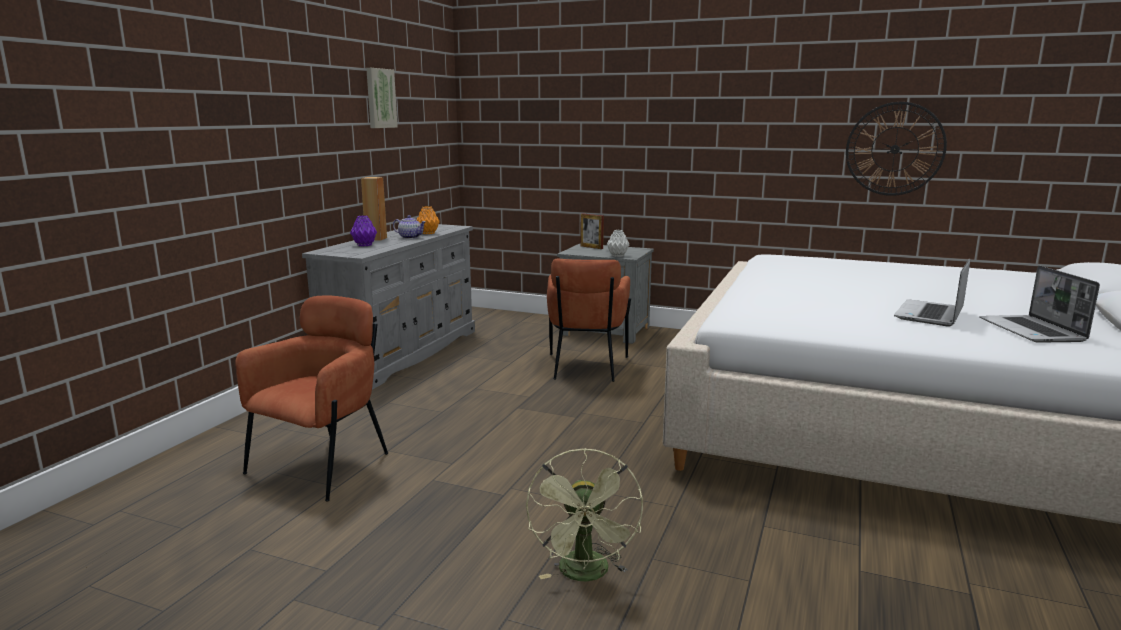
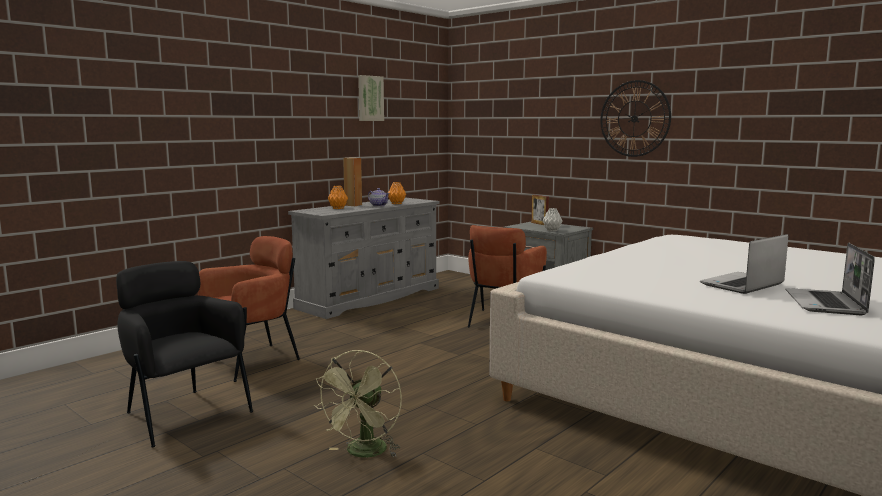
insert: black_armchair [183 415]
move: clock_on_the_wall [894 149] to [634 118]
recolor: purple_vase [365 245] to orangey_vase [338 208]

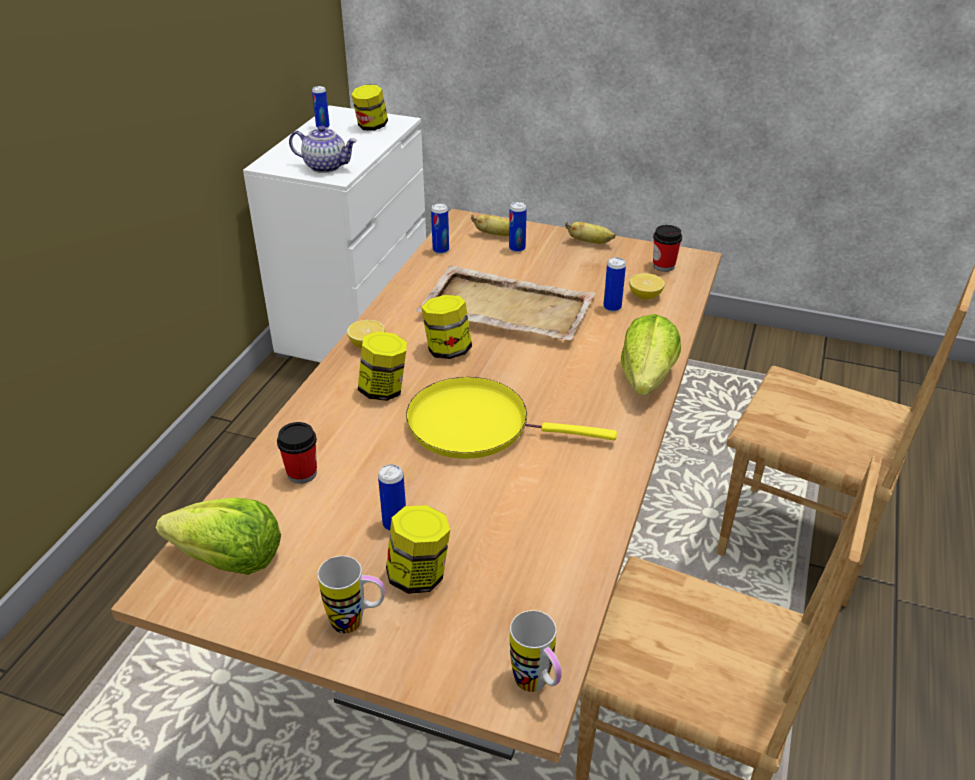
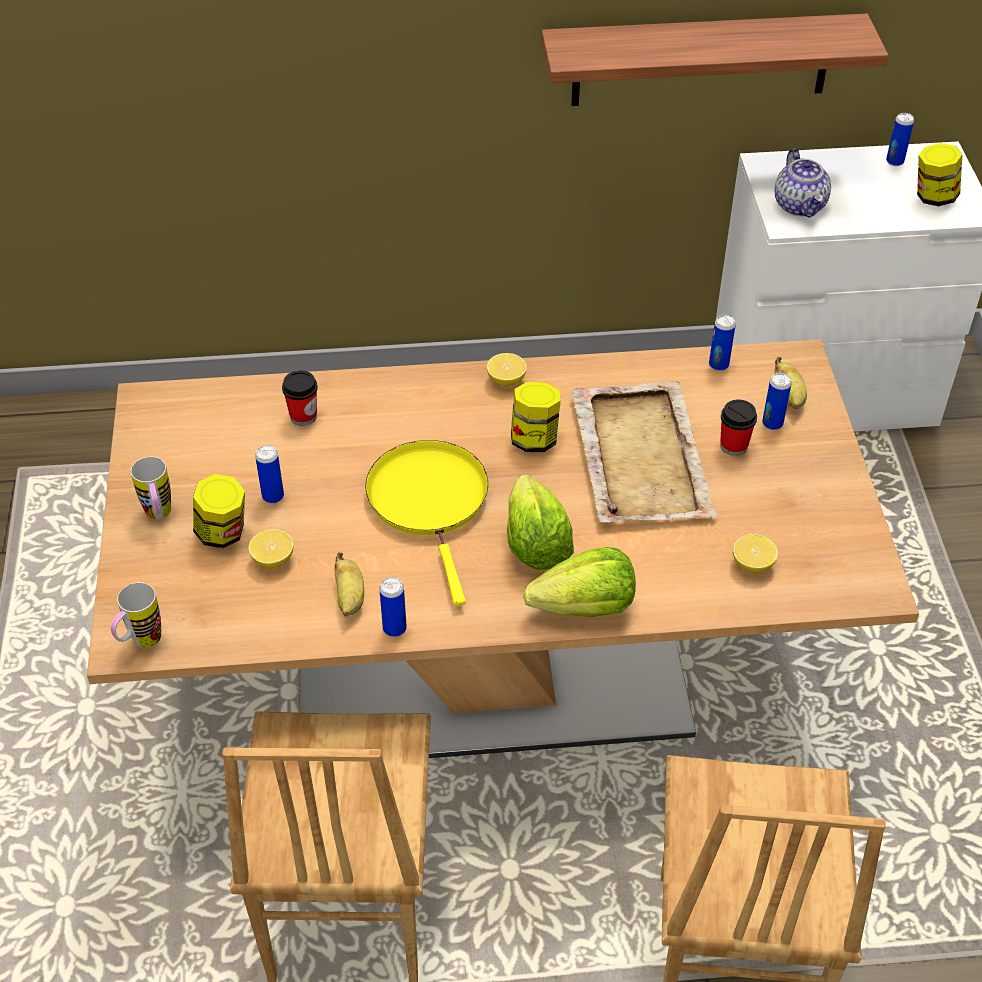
delete: storage_jar [384 390]
insert: whole_lemon [273 559]; bracket_shelf [701 60]
move: whole_banana [590 242] to [350 598]; can [612 307] to [394 628]; head_of_lettuce [228 560] to [535 544]; small_cup [663 266] to [733 446]

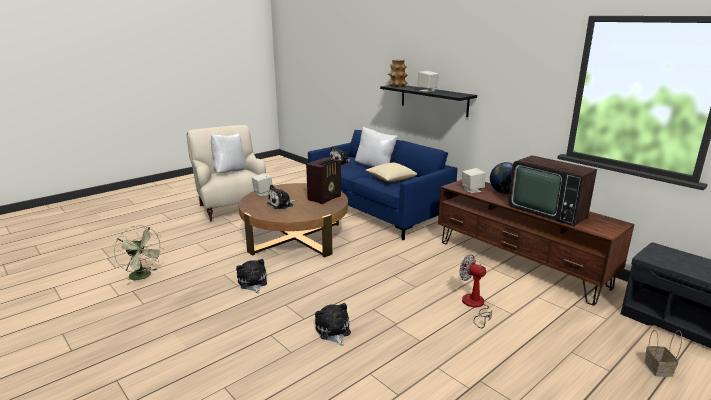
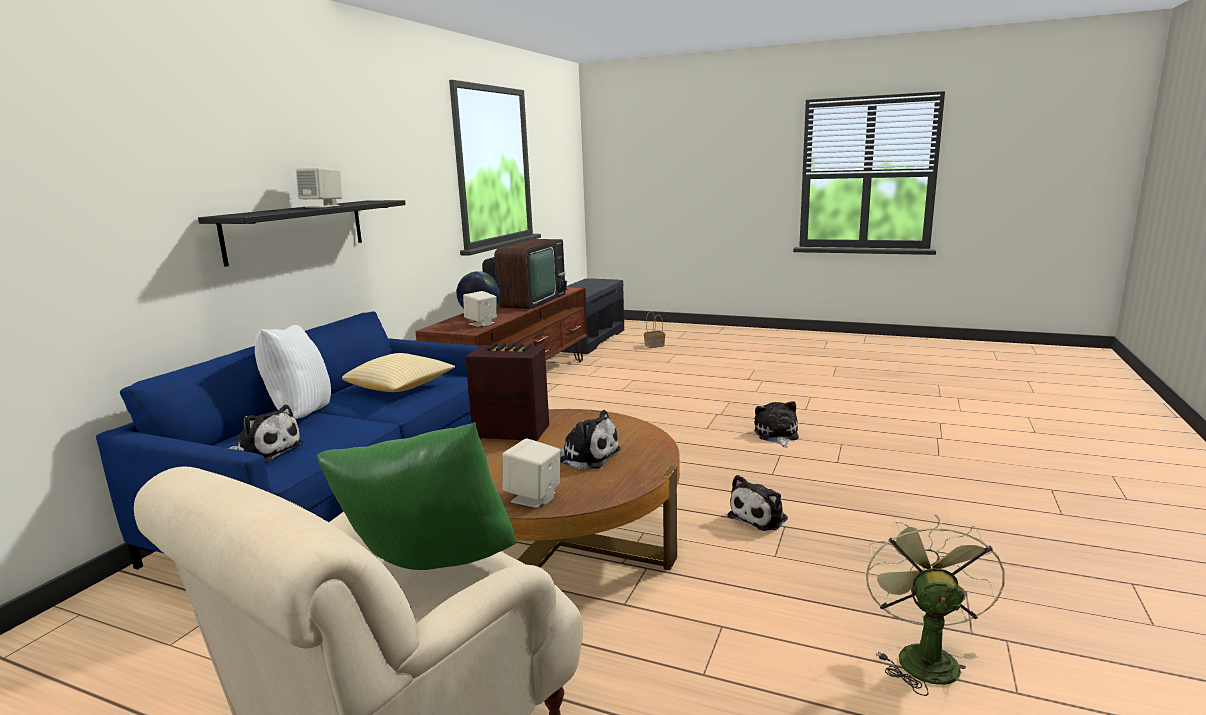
delete: vase [397 86]; cooling_fan [475 306]
recolor: white-coloured_pillow [229 172] to green_pillow [430 574]
rotate: soft_toy [333 331] = [776 435] 135 degrees clockwise

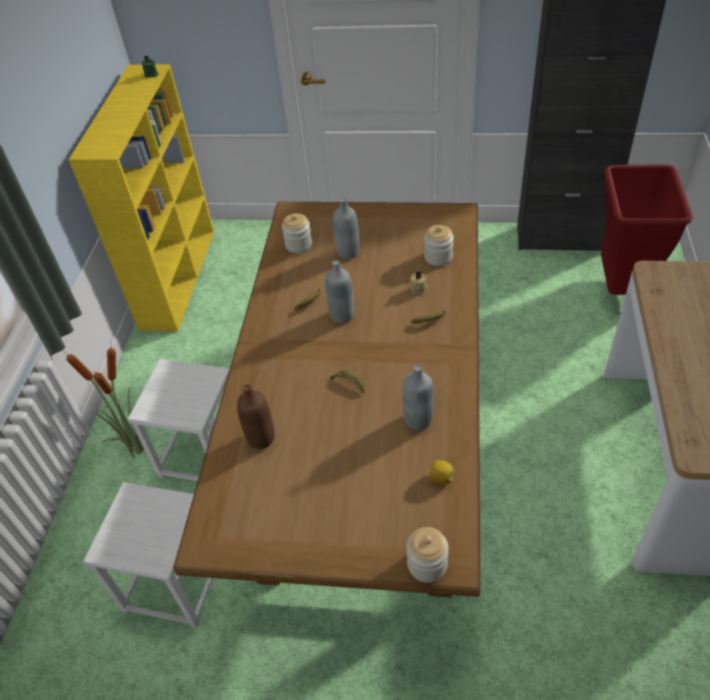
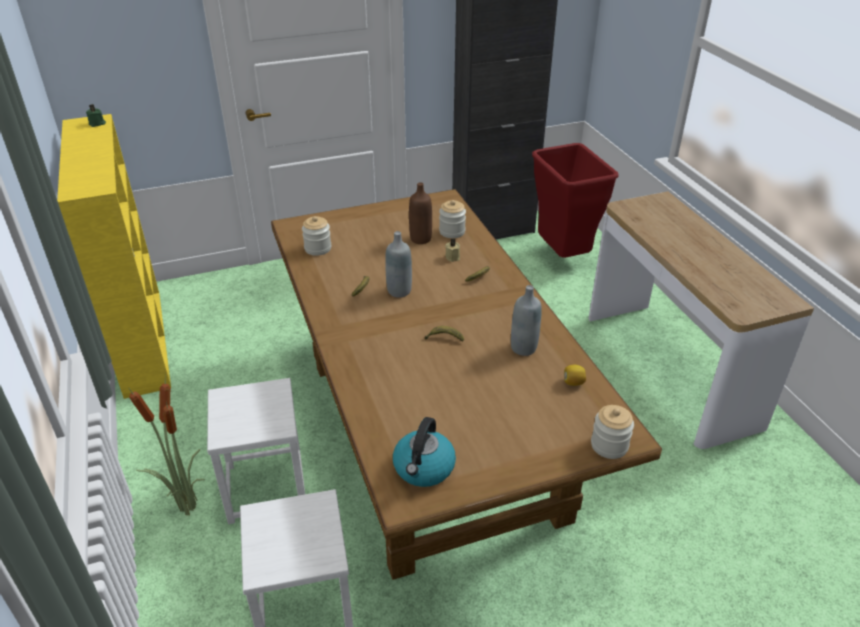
delete: grey_bottle [348 252]
insert: kettle [424 468]
move: brown_bottle [261 438] to [420 239]

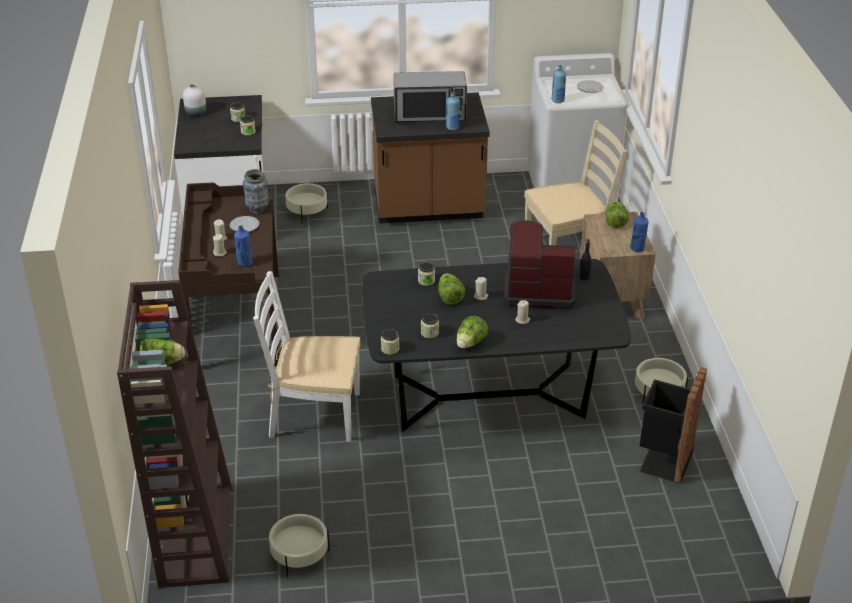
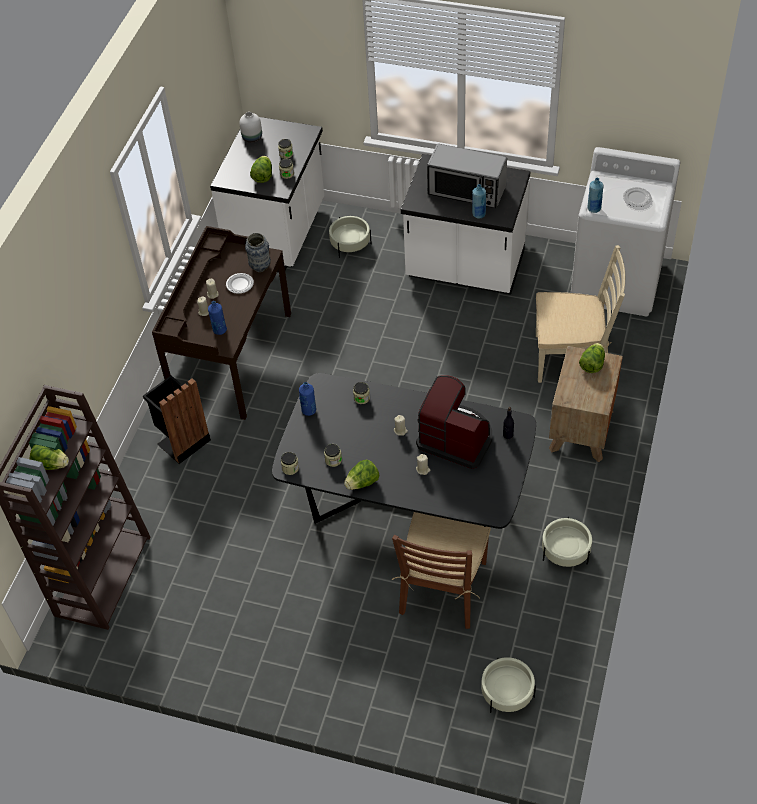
delete: white-coloured_upright_chair [313 414]
insert: brown_upright_chair [443 588]
move: black_trash_can [663 461] to [182 441]; head_of_lettuce [449 297] to [263 176]; bluish_bottle [637 248] to [309 410]; sand-coloured_plant_pot [299 554] to [507 693]
recolor: brown_kitchen_counter [428 207] to white-coloured_kitchen_counter [465 268]

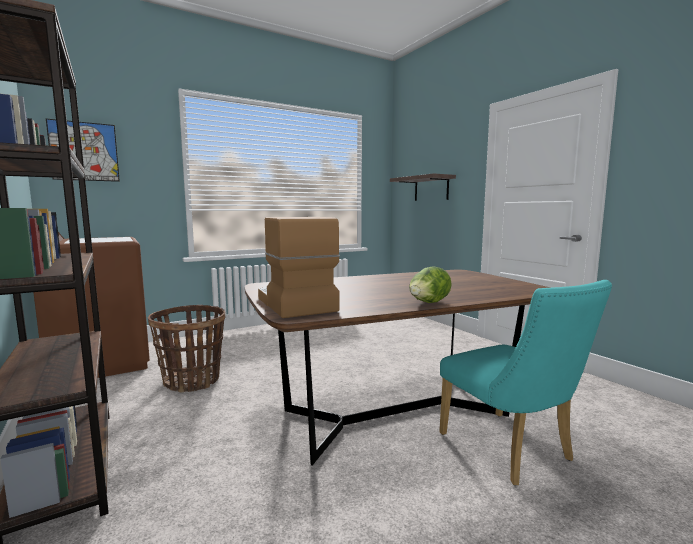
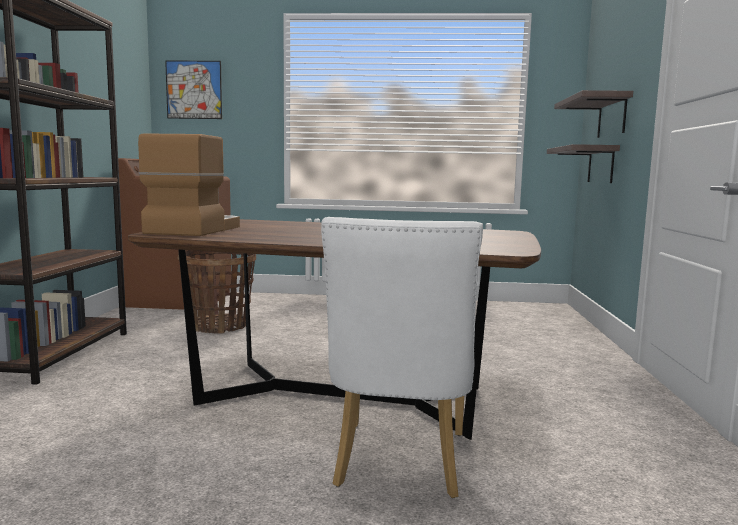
delete: head_of_lettuce [428 303]
insert: bracket_shelf [601 165]
recolor: turquoise_upright_chair [511 451] to white-coloured_upright_chair [399 464]

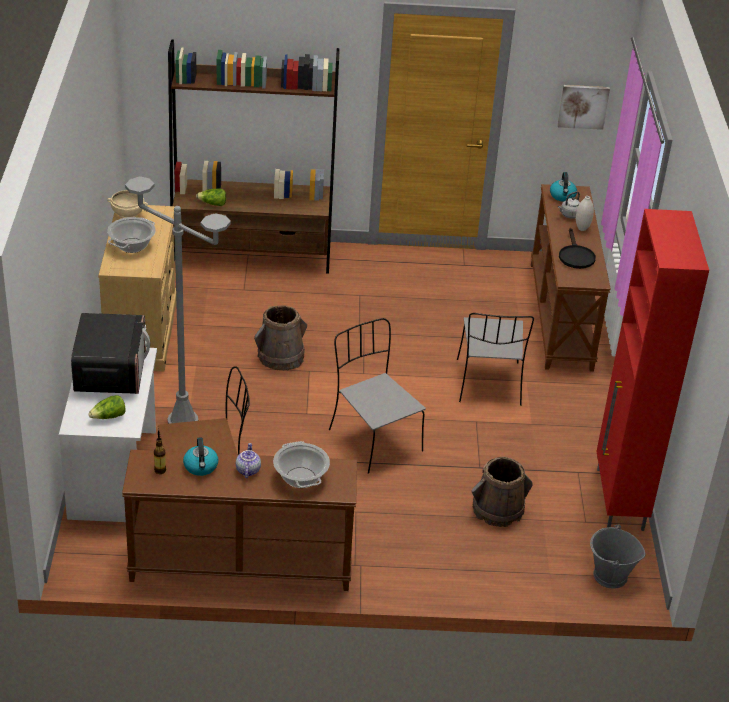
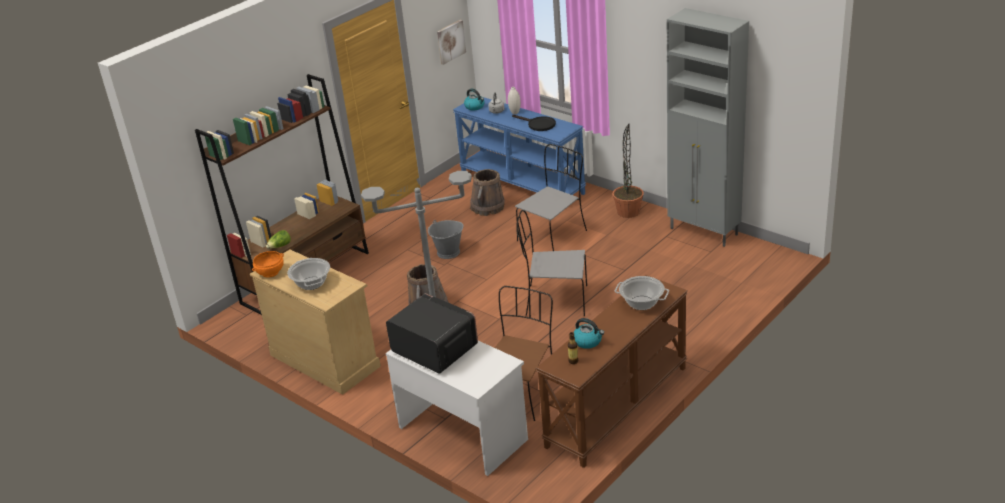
delete: head_of_lettuce [109 417]; pot_for_tea [247 470]
insert: plant_in_a_pot [628 212]
move: grey_water_bucket [610 576] to [448 253]; brown_water_bucket [497 509] to [487 207]
recolor: sand-coloured_deep_dish [127 214] to orangey_deep_dish [270 273]; brown_console_table [562 316] to bluish_console_table [523 183]; reddish_cabinet [619 500] to grey_cabinet [704 232]
rotate: grey_upright_chair [489 384] = [553 235] 90 degrees counterclockwise

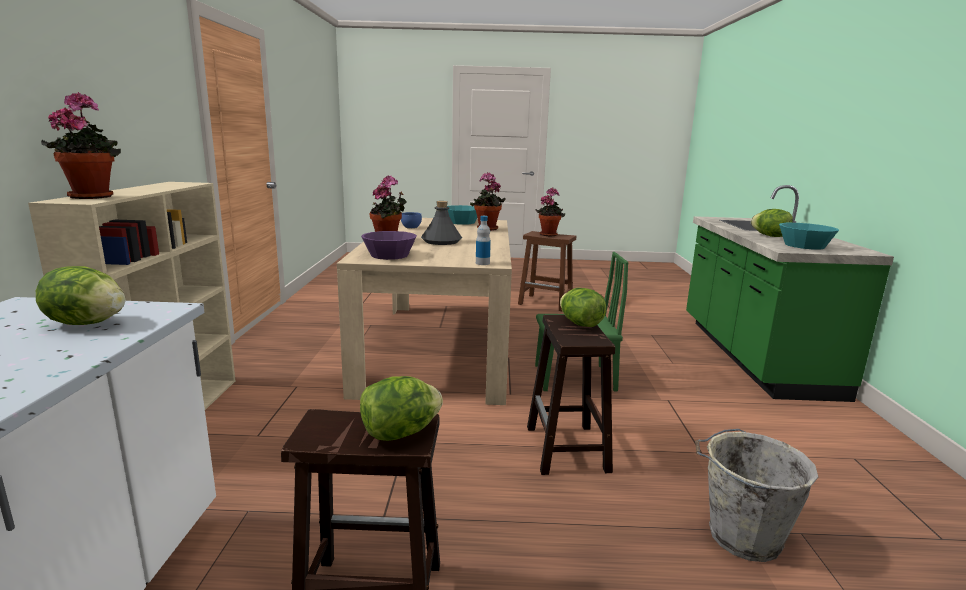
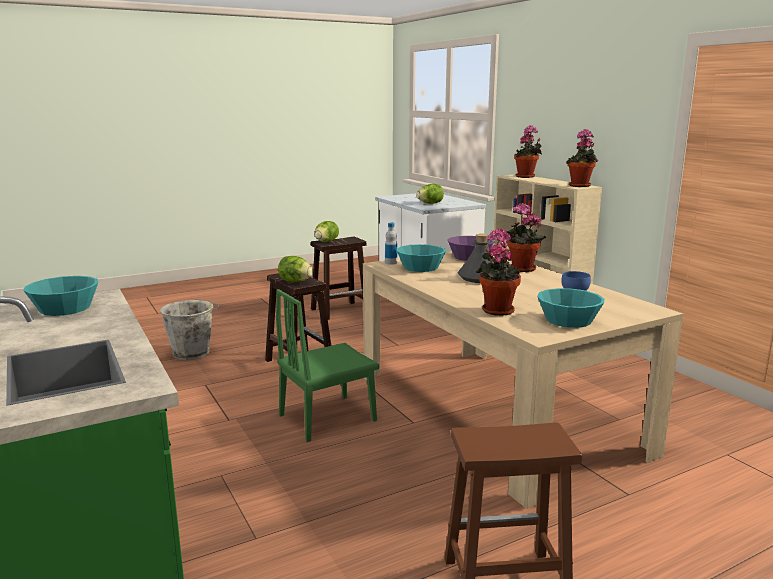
delete: head_of_lettuce [770 236]
insert: turquoise_deep_dish [420 267]
move: plant_in_a_pot [549 234] to [580 186]

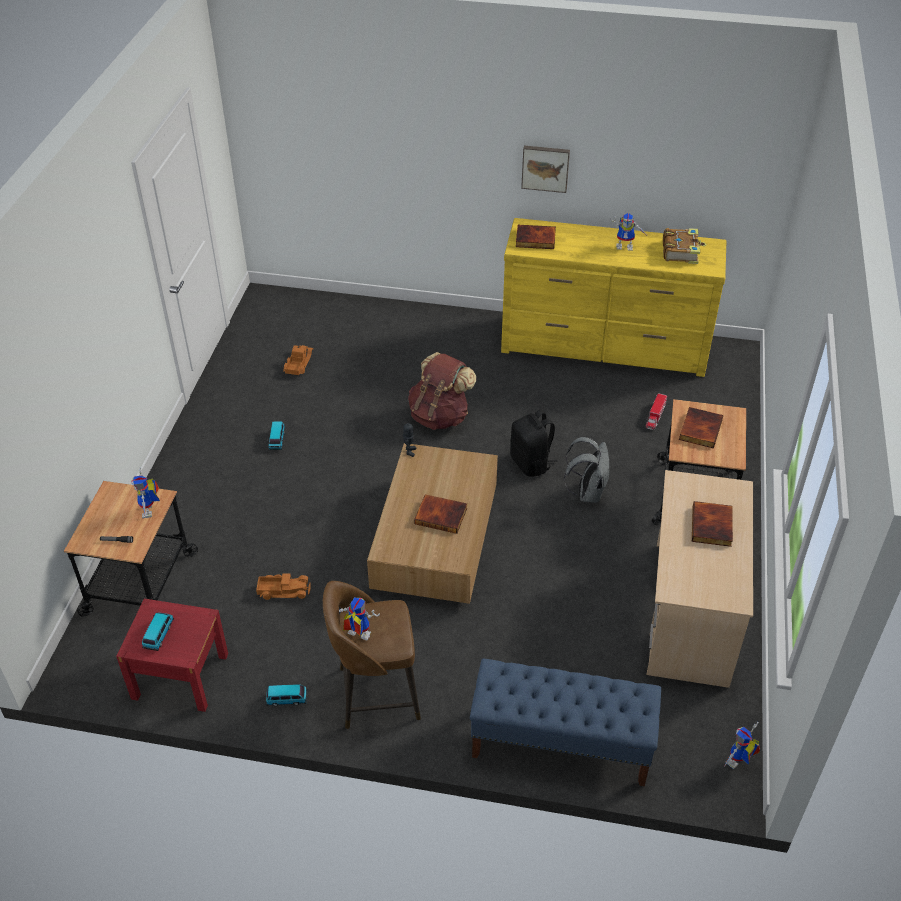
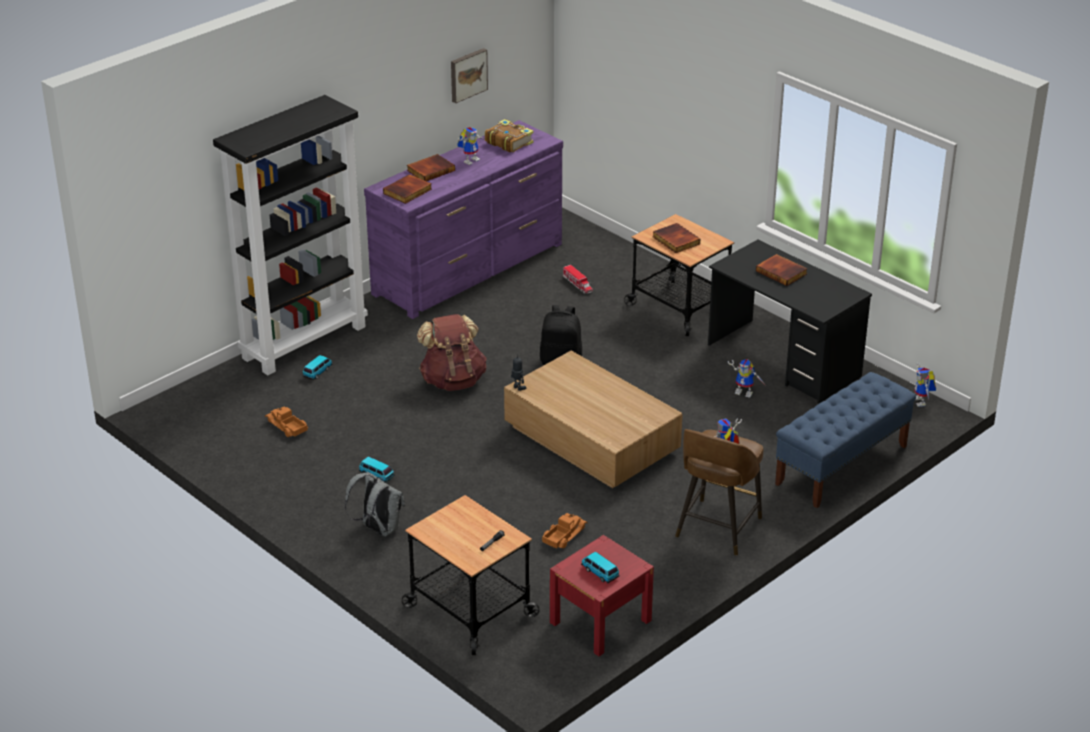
insert: black_bookcase [304 341]
move: miniature_car [287 699] to [317 372]; grey_backpack [587 492] to [378 529]; volume [441 515] to [430 170]; picture [545 168] to [467 74]; toy_robot [150 511] to [746 392]
recolor: yellowish_drawer_chest [605 346] to purple_drawer_chest [469 269]; sand-coloured_desk_unit [690 612] to black_desk_unit [783 361]

